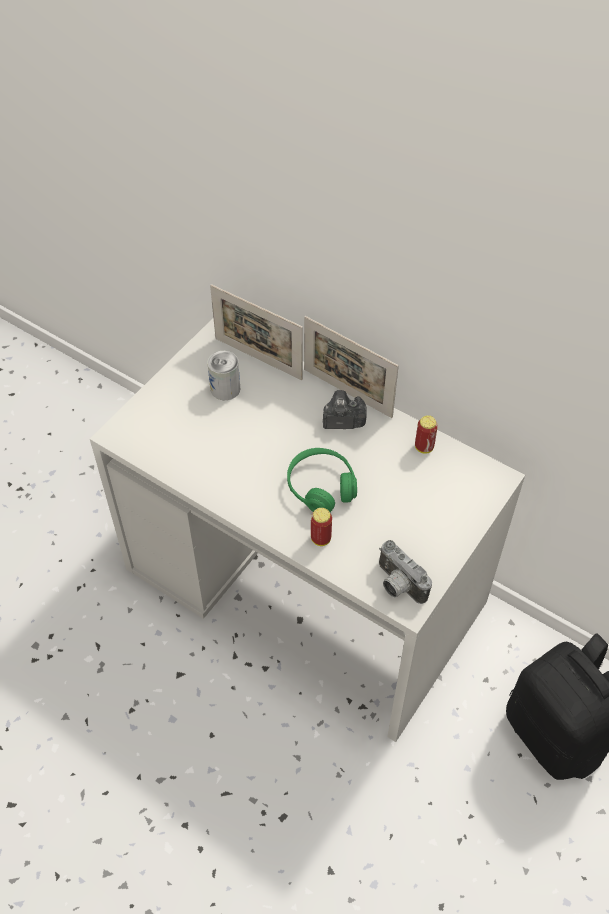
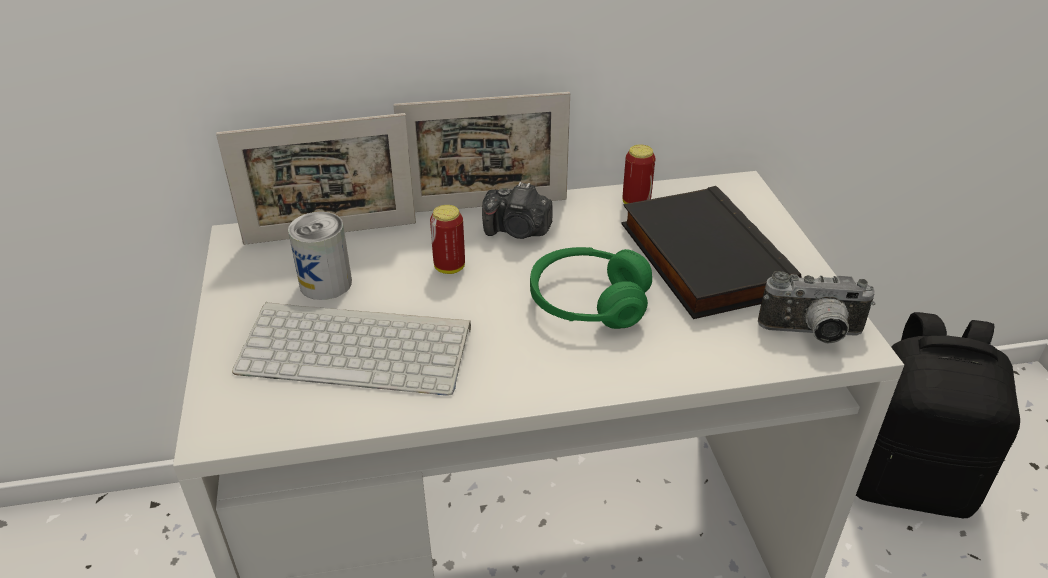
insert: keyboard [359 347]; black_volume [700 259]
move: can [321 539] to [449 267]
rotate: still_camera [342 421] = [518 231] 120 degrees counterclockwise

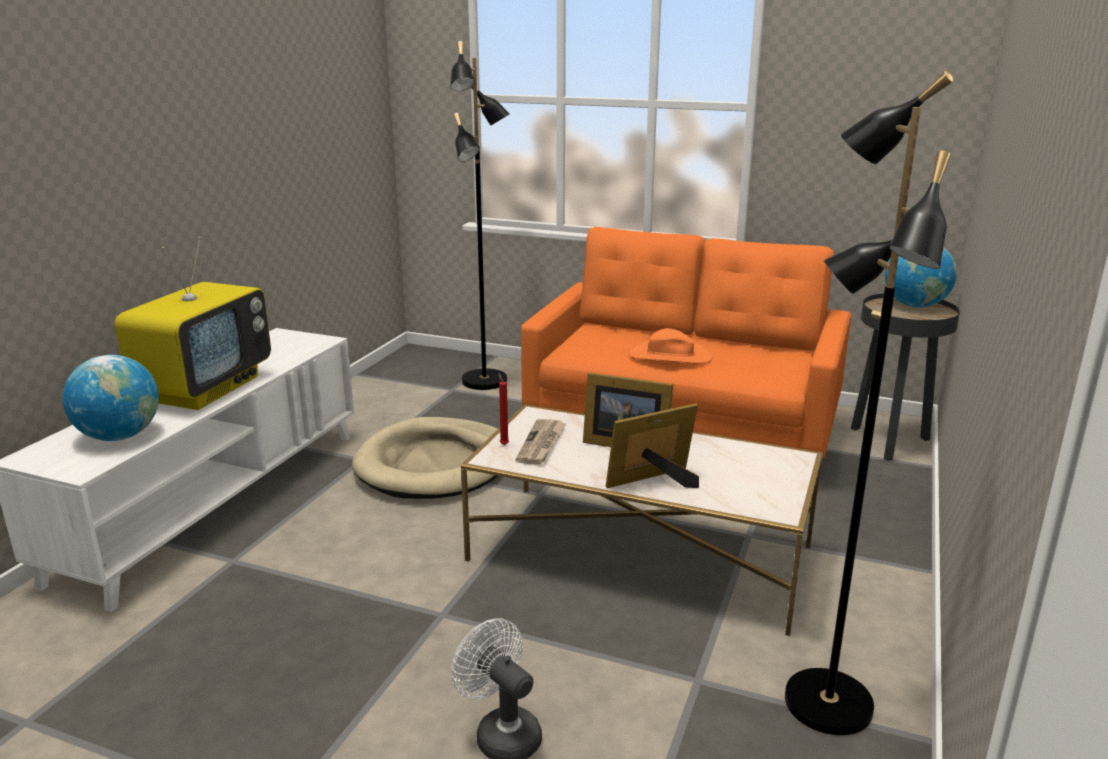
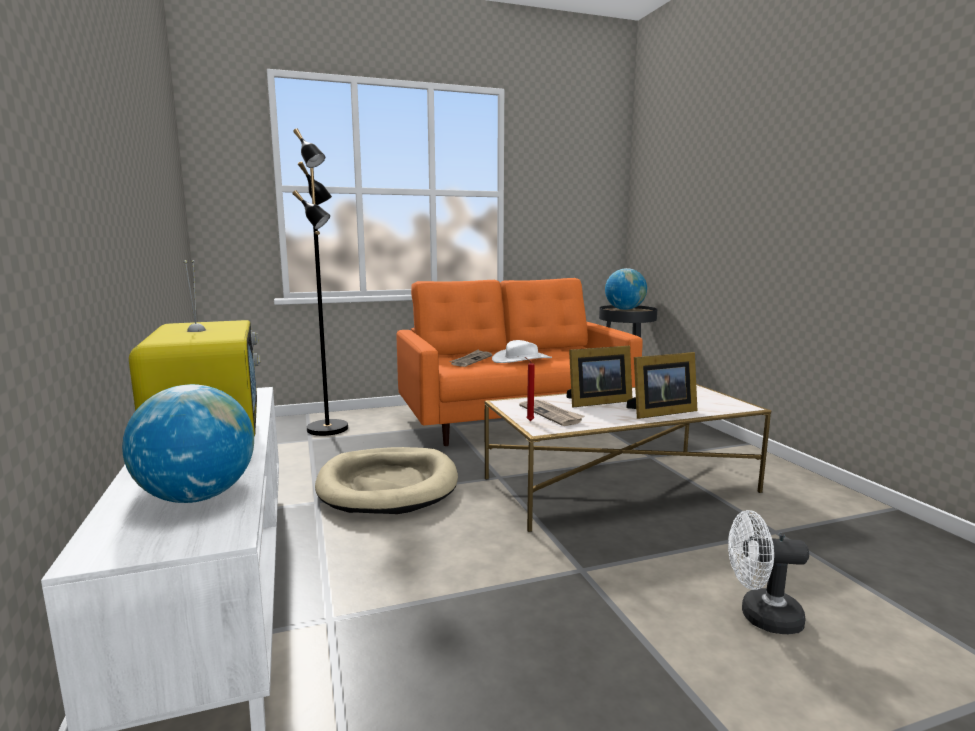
delete: black_floor_lamp [824 703]
insert: printed_paper [471 360]
recolor: orangey_hat [669 356] to white-coloured_hat [522 359]
rotate: photo_frame [655 482] = [659 412] 135 degrees counterclockwise

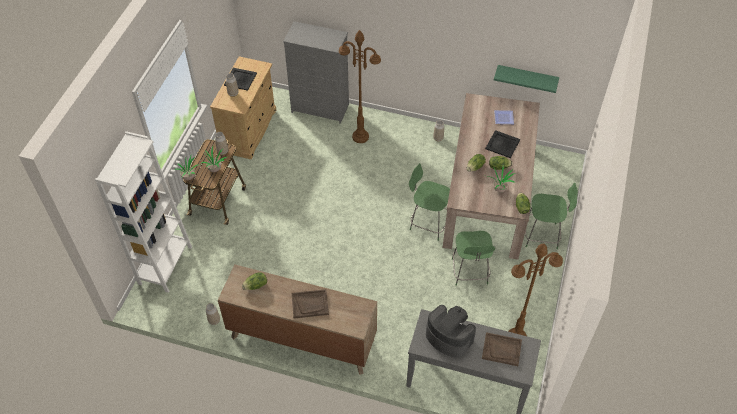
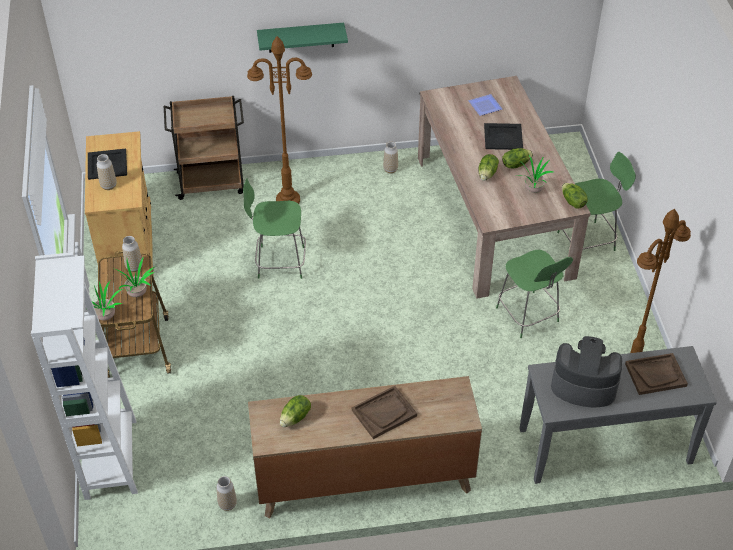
move: green_upright_chair [428 223] to [278 262]; green_bracket_shelf [527 78] to [301 37]
replace: grey_drawer_chest [320 109] to brown_cart [212 182]

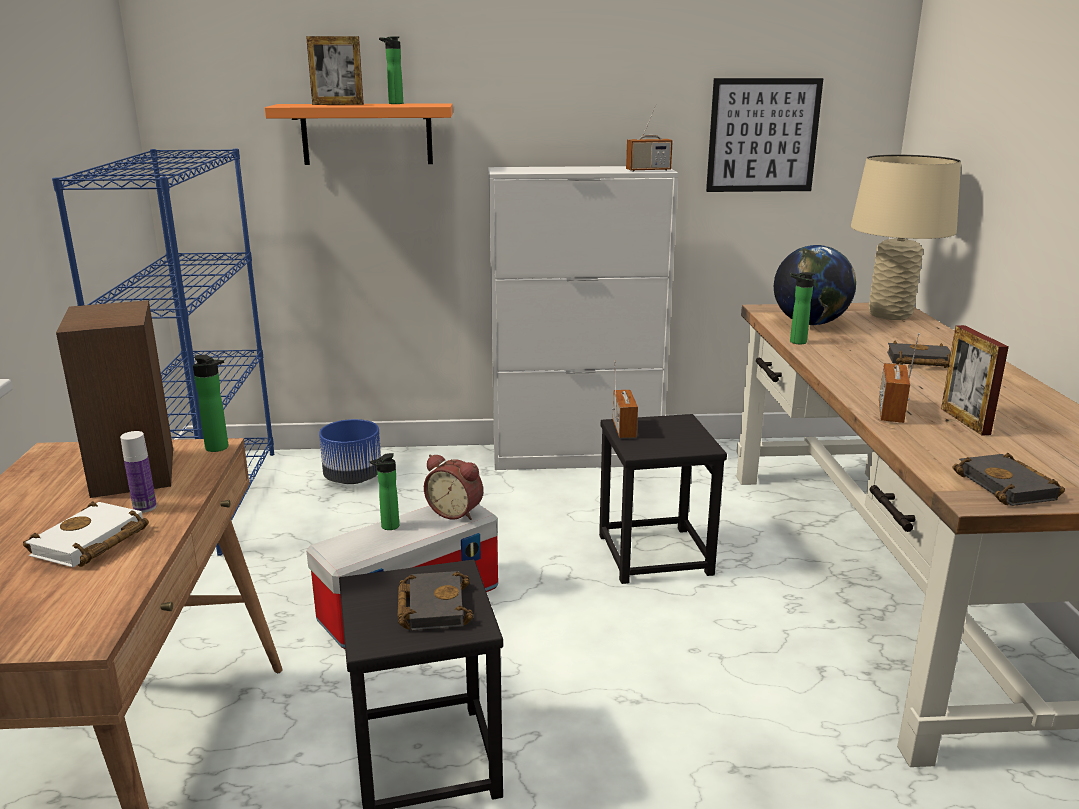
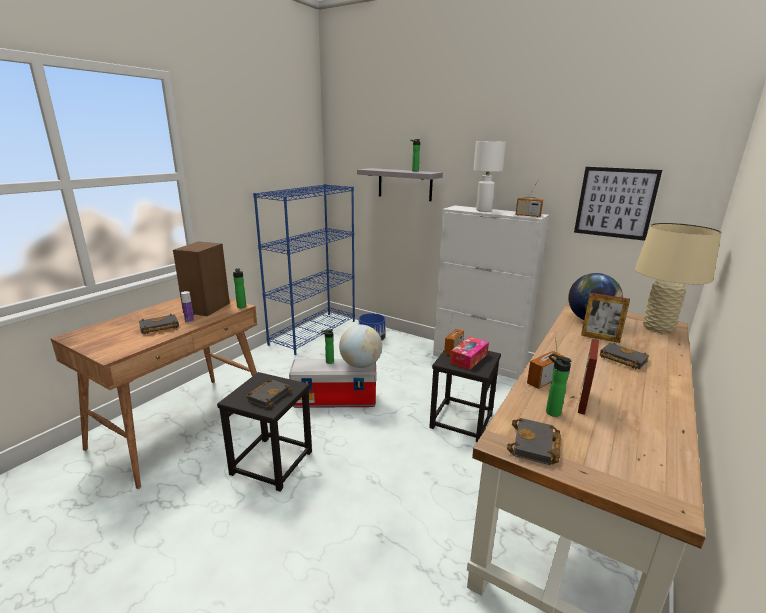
insert: box_of_tissues [469 358]; white-coloured_tabletop_lamp [483 210]
move: bottle [795 342] to [550 411]; photo_frame [338 104] to [600 338]
replace: bedside_clock [456 512] to desk_globe [360 365]
recolor: white-coloured_volume [90 544] to black_volume [158 328]; orangey_bracket_shelf [367 134] to grey_bracket_shelf [405 184]

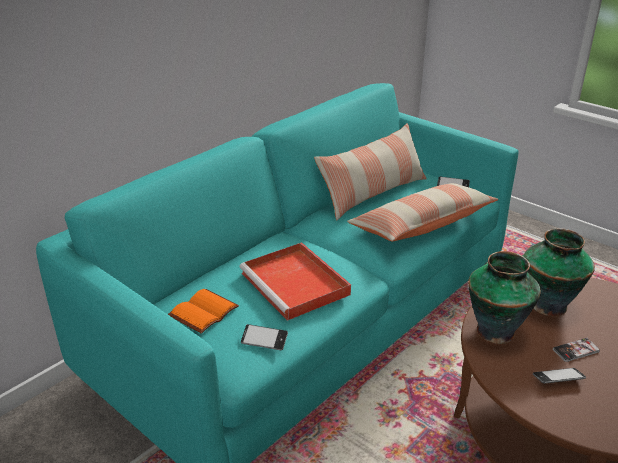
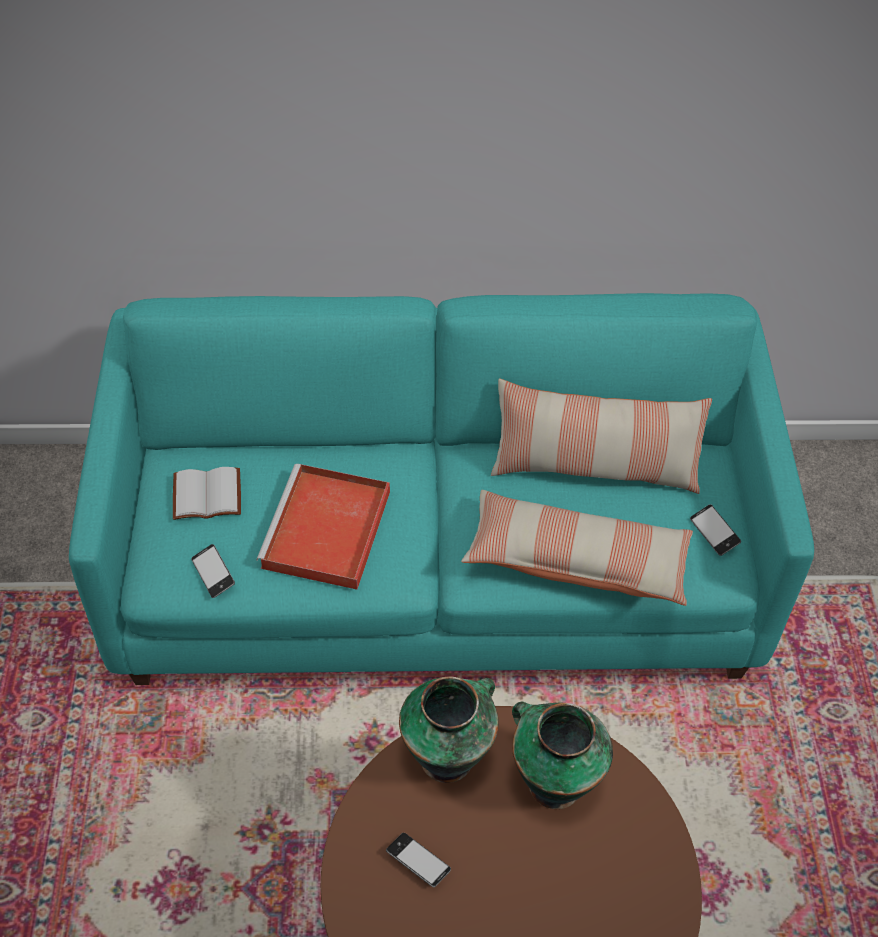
delete: telephone [576 350]
recolor: orangey_volume [203 311] to white-coloured_volume [208 493]

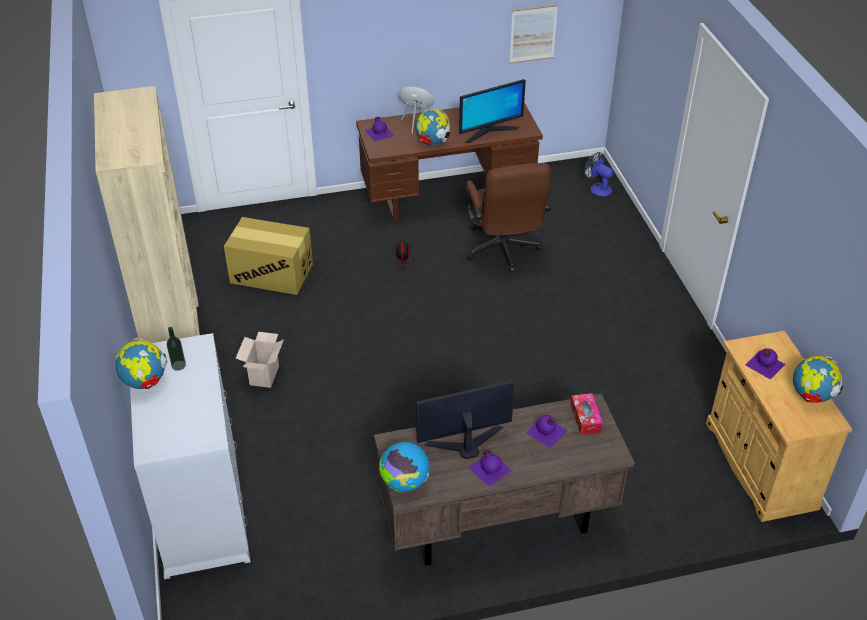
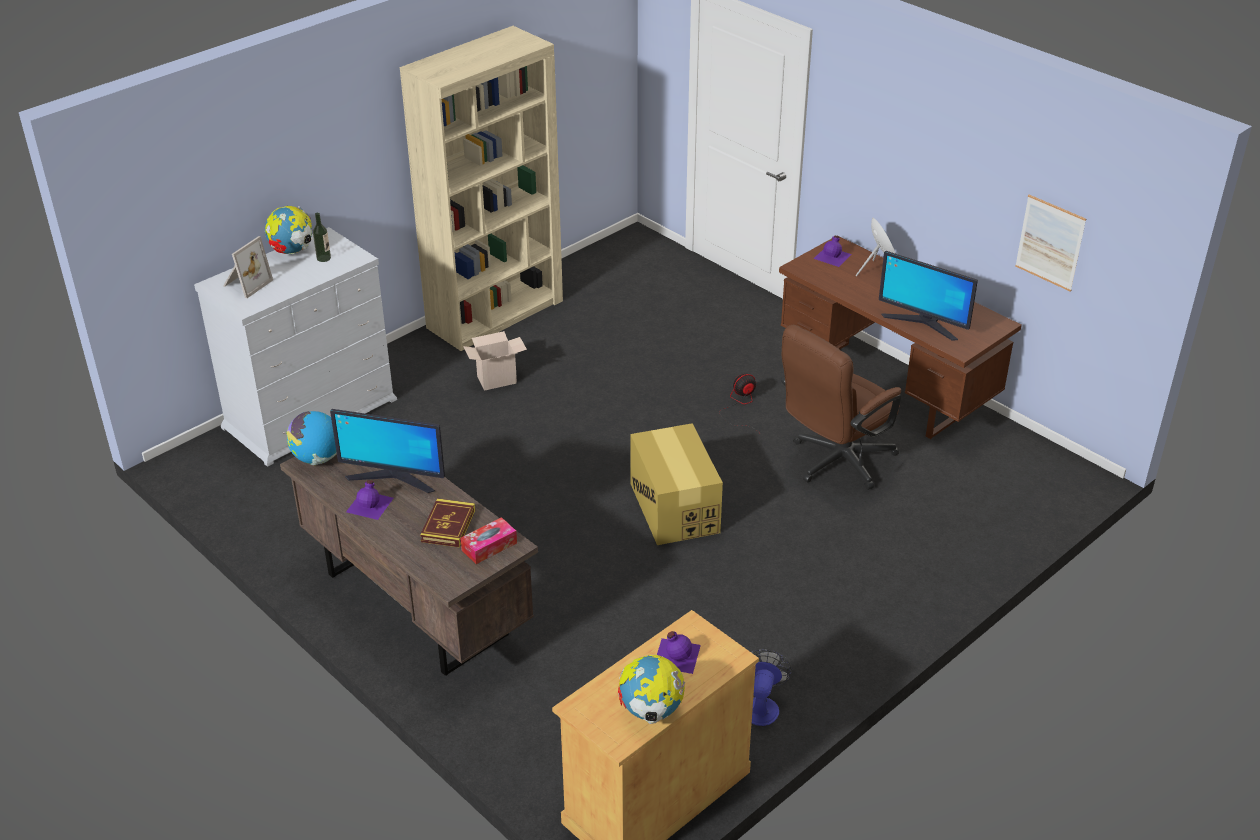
delete: desk_globe [432 142]
insert: photo_frame [245 284]
move: carton [272 273] to [674 508]; cooling_fan [597 188] to [762 706]
replace: purple_bottle [547 432] to volume [448 526]
rotate: monitor [466 443] = [394 478] 150 degrees clockwise

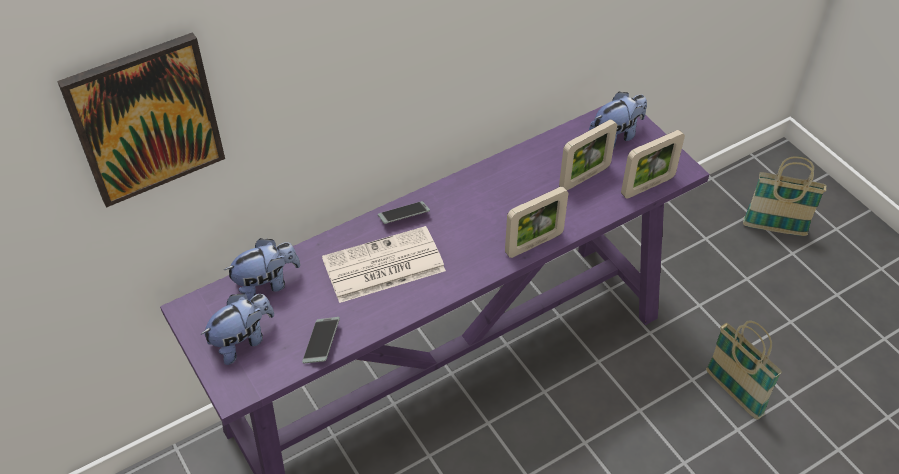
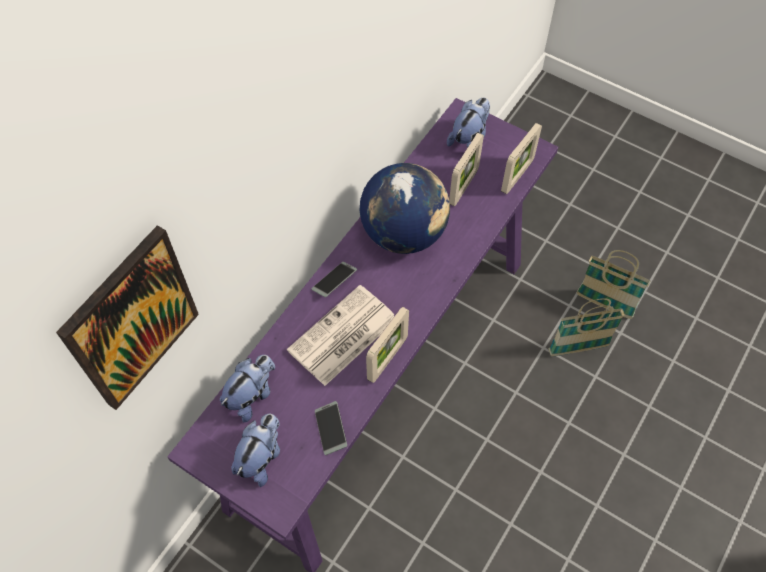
insert: desk_globe [404 233]
move: photo_frame [534 244] to [387 359]; storage_basket [774 228] to [578 348]

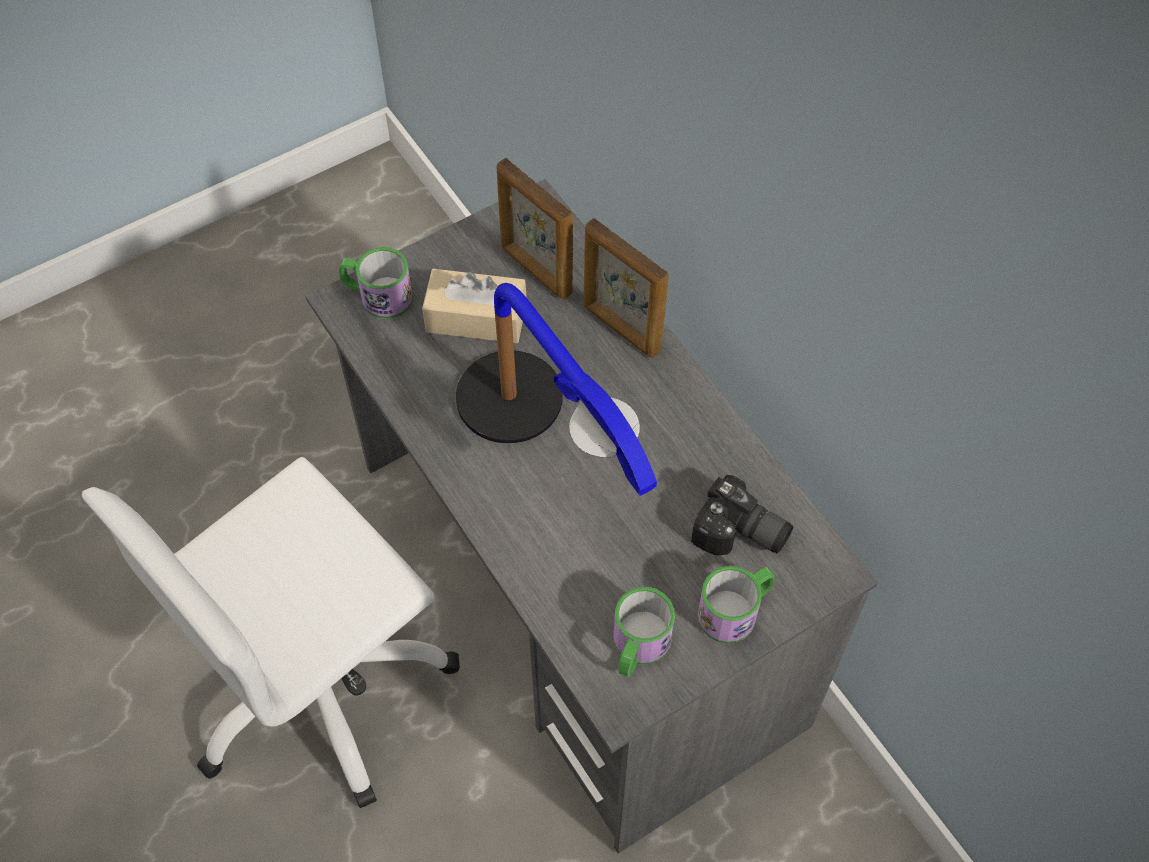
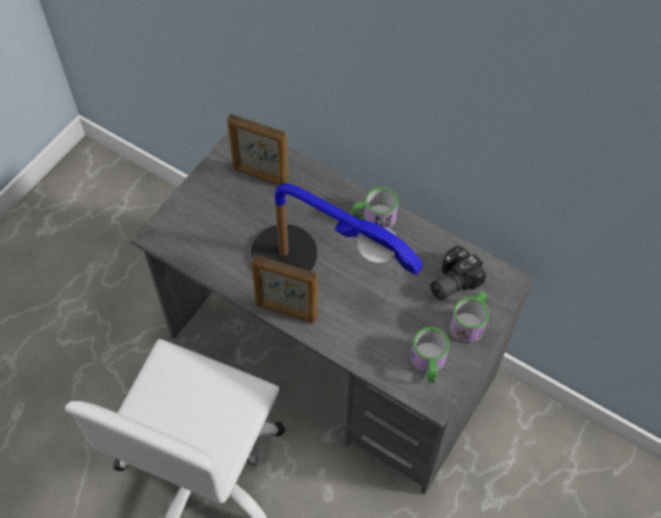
delete: sand-coloured_box_of_tissues [476 318]
move: photo_frame [621 329] to [286 311]; mug [377 295] to [373 219]
rotate: still_camera [740 535] = [451 281] 135 degrees clockwise

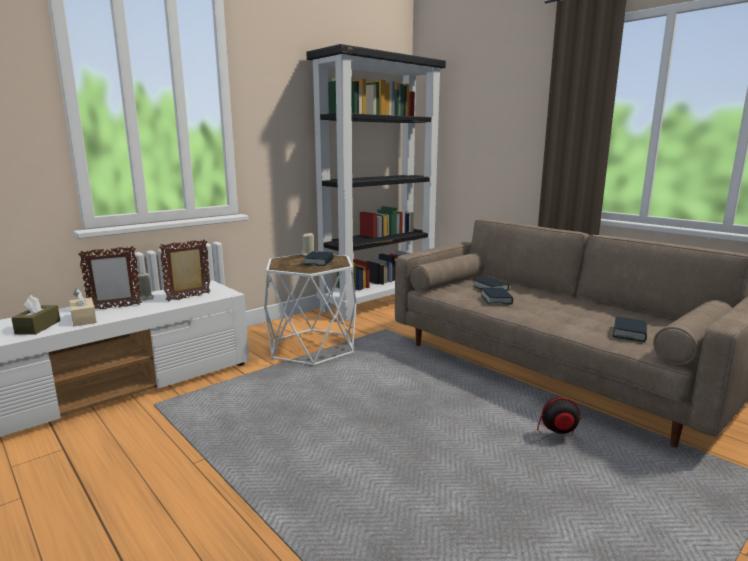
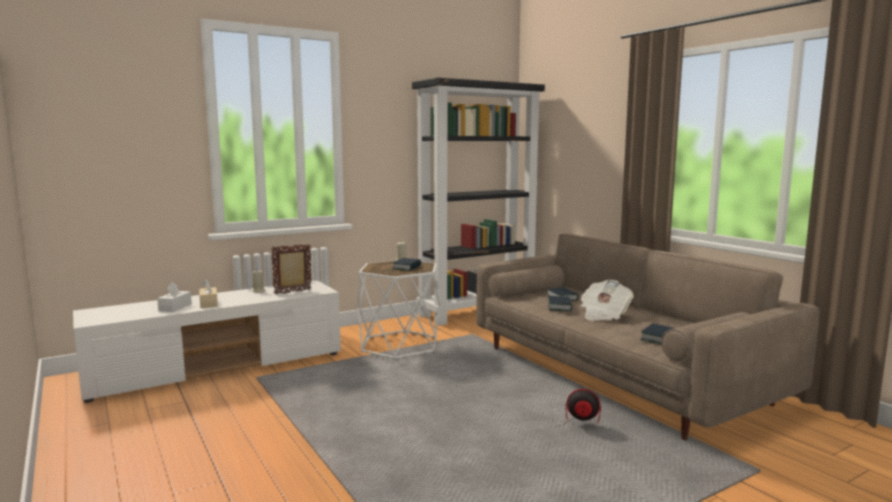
delete: photo_frame [115 307]
insert: printed_paper [604 314]
recolor: brown_box_of_tissues [38 327] to white-coloured_box_of_tissues [175 307]

